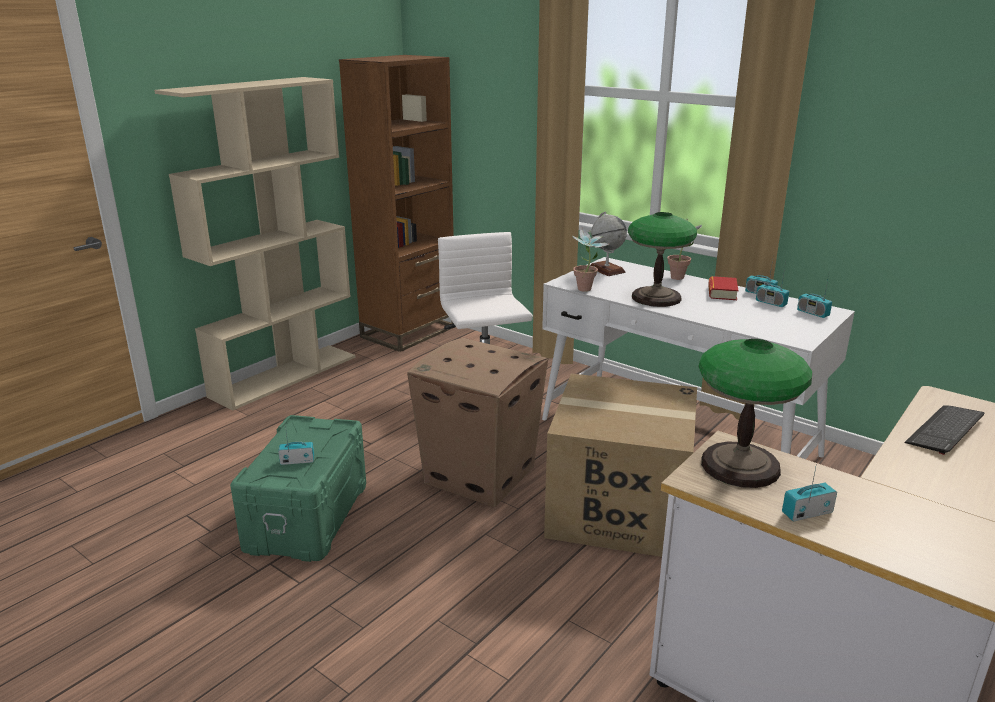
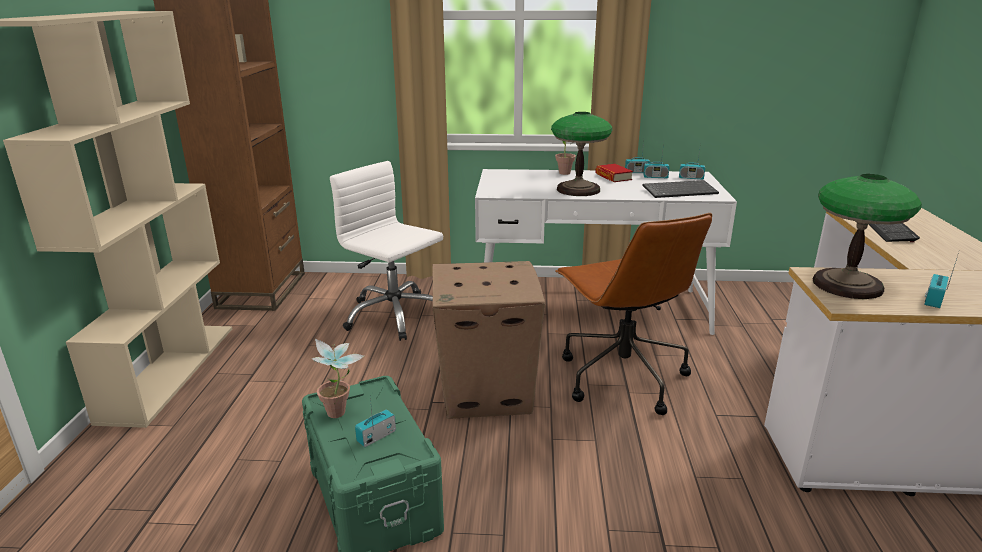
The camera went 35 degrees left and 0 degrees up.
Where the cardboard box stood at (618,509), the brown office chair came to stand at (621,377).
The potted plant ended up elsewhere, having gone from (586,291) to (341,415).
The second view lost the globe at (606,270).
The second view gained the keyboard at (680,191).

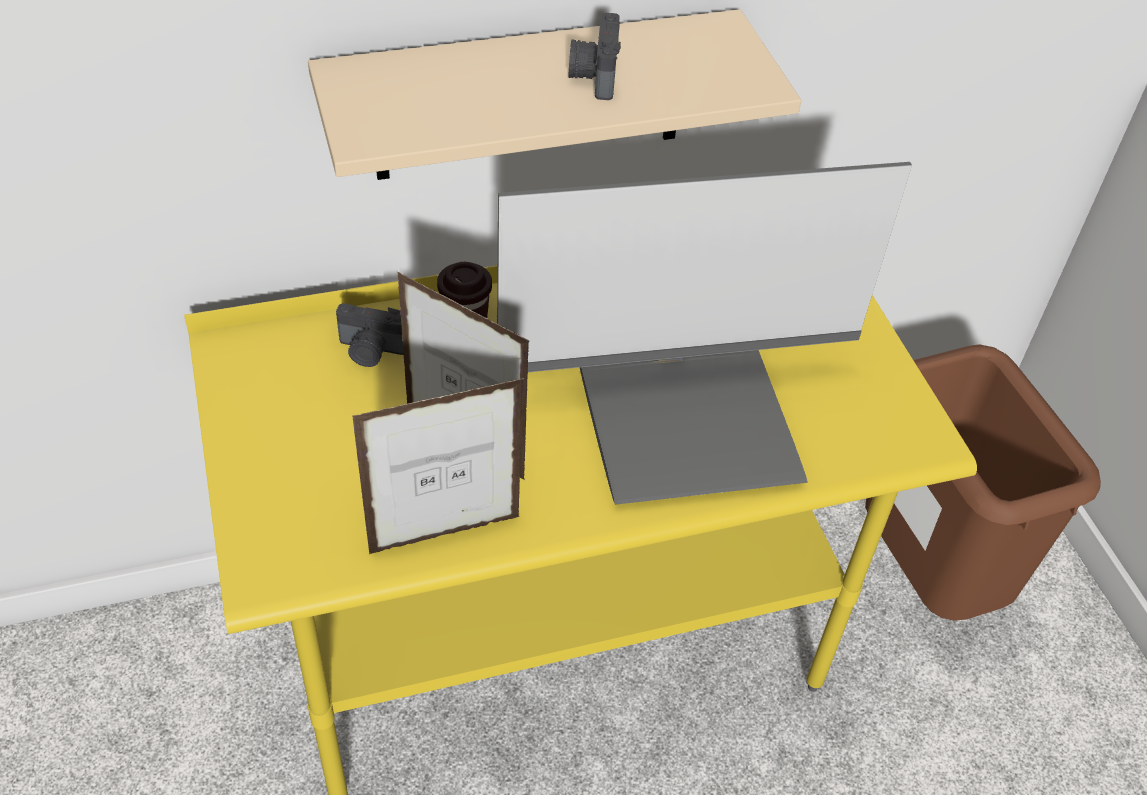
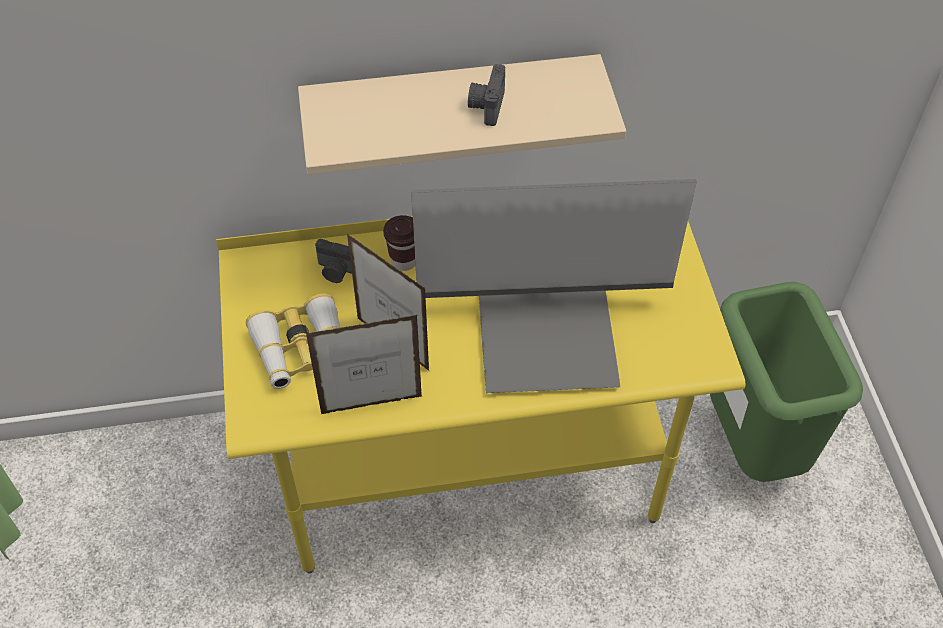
The camera went 10 degrees right and 5 degrees up.
What was the brown trash can at (927,578) turned into the green trash can at (754,447).
The second view gained the binoculars at (302,350).

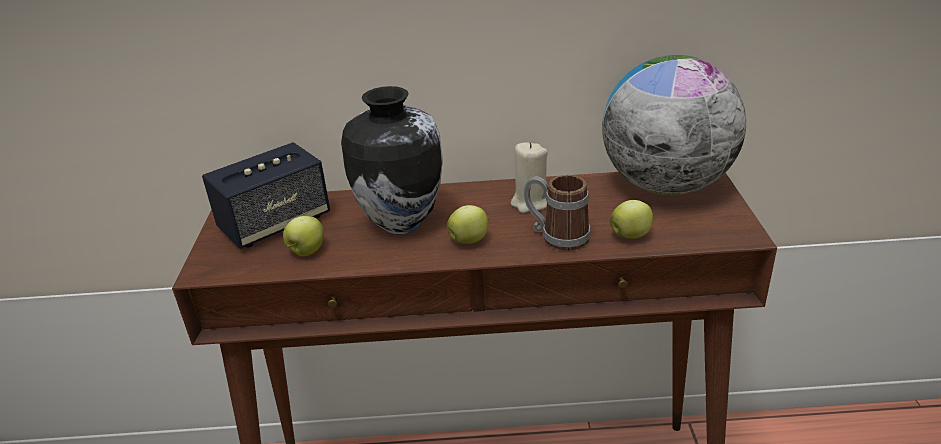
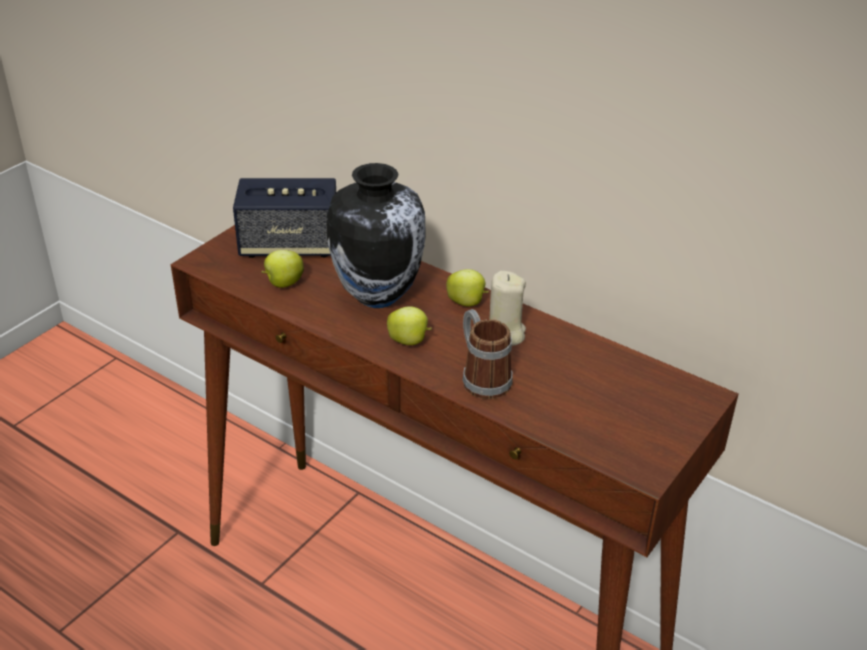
The camera went 35 degrees right and 5 degrees up.
The second view lost the globe at (666,185).
The apple ended up elsewhere, having gone from (631,235) to (467,303).

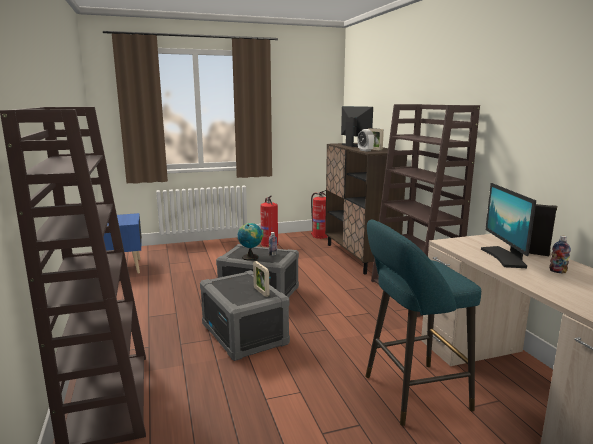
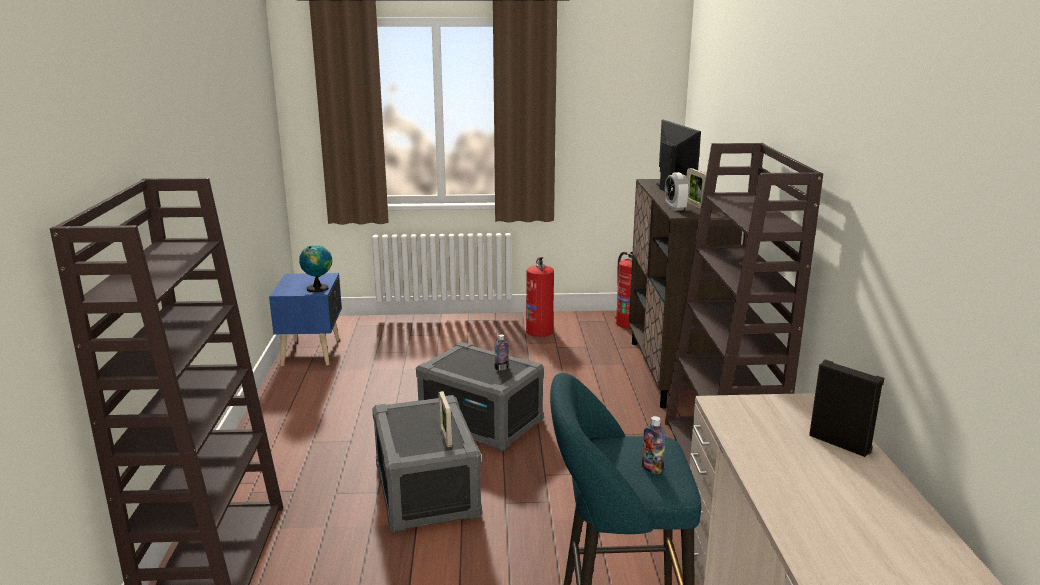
The camera went 15 degrees right and 5 degrees up.
The globe ended up elsewhere, having gone from (250,257) to (318,288).
The second view lost the monitor at (504,257).
The bottle ended up elsewhere, having gone from (557,271) to (652,469).

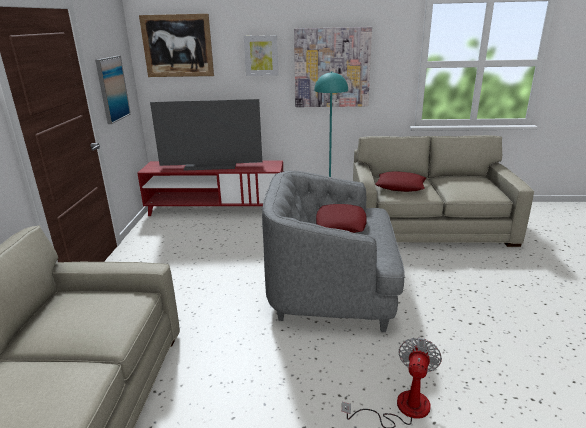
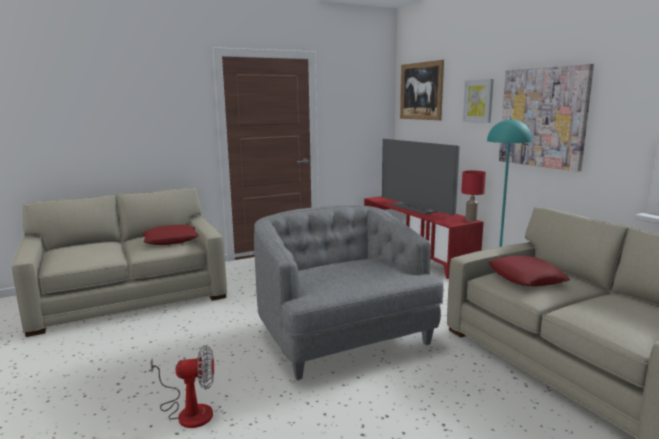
The camera went 60 degrees right and 10 degrees down.
The second view lost the picture at (112,89).
The red pillow ended up elsewhere, having gone from (340,224) to (171,240).
The second view gained the red table lamp at (471,220).

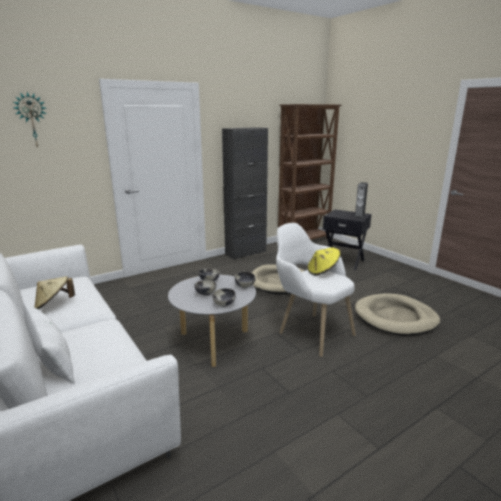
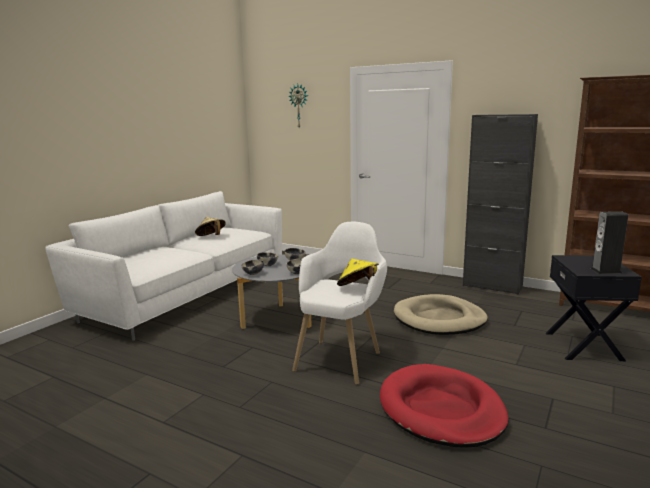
The camera went 65 degrees right and 5 degrees down.
The second view lost the white pillow at (52,359).
What was the beige dog bed at (395,318) turned into the red dog bed at (441,409).

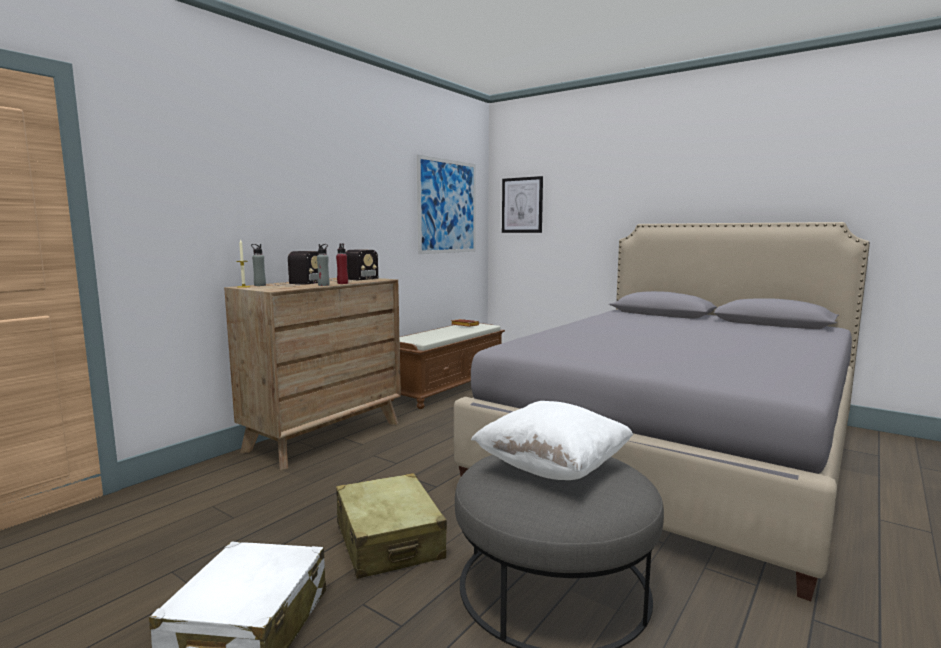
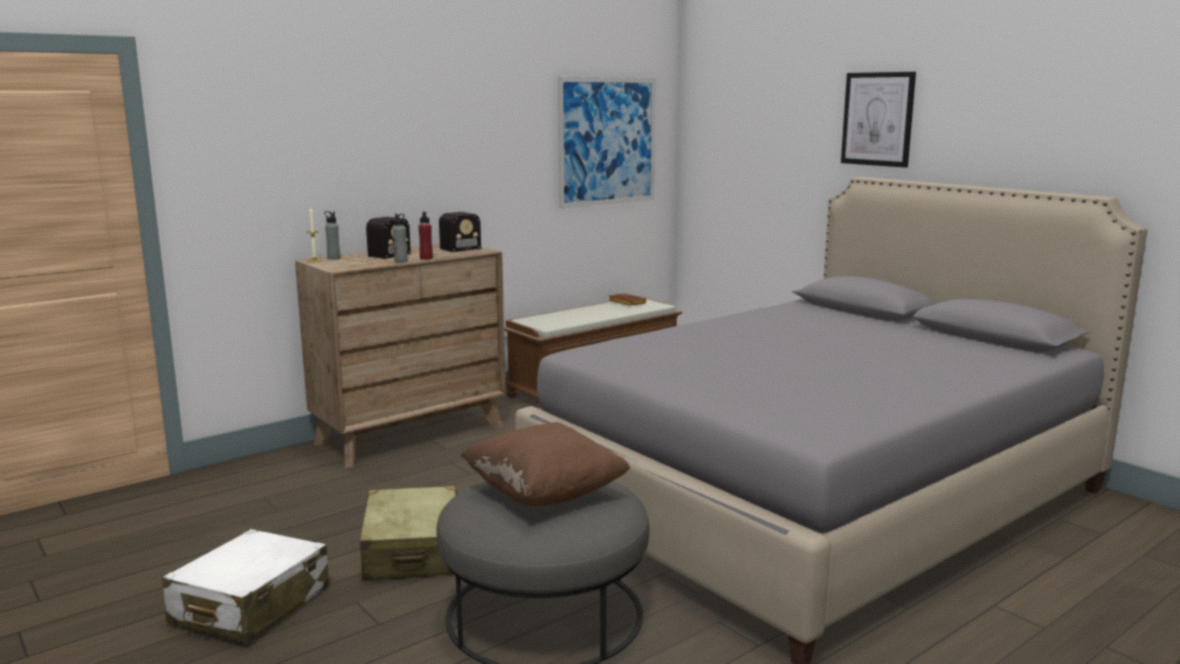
The camera went 15 degrees right and 5 degrees up.
What was the white pillow at (553,468) turned into the brown pillow at (545,494).
The picture ended up elsewhere, having gone from (522,205) to (877,119).

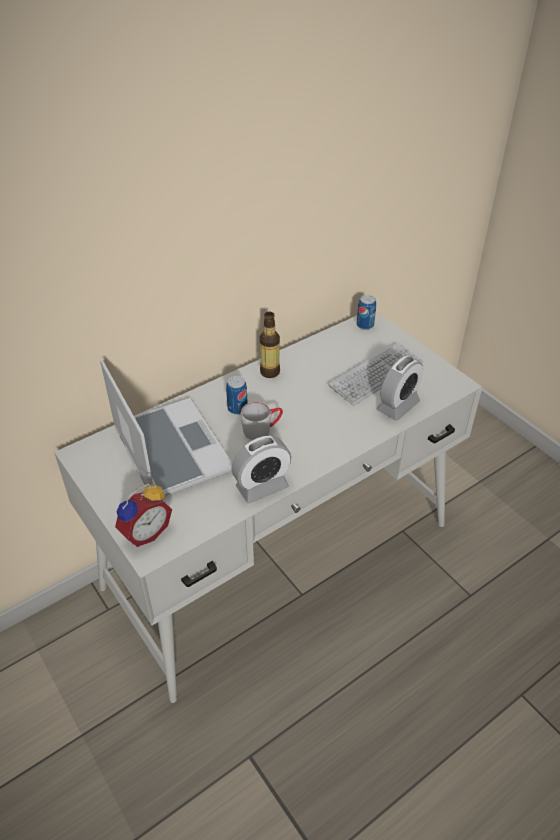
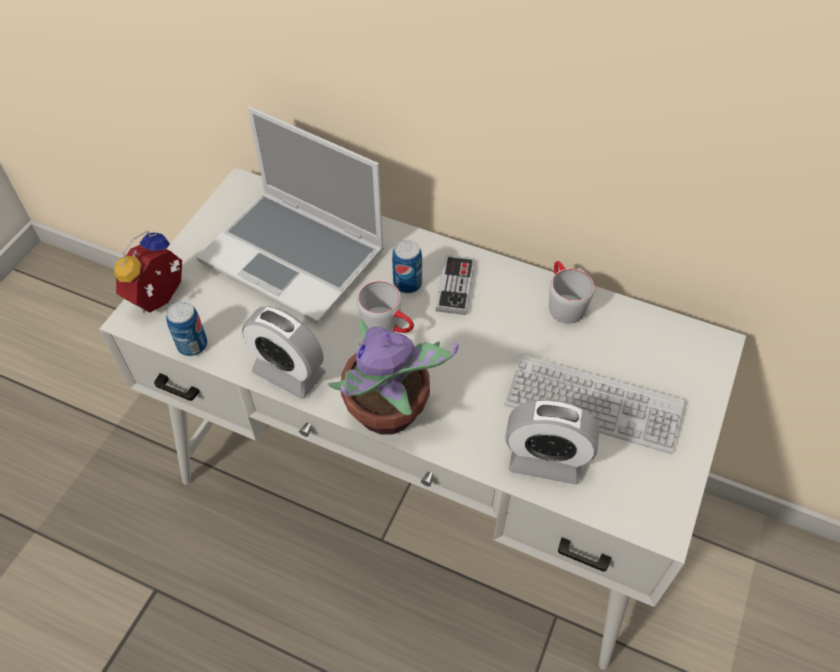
The camera went 60 degrees right and 10 degrees up.
The laptop at (170,450) ended up facing another way, 90 degrees clockwise from before.
The alarm clock at (145,532) ended up facing another way, 105 degrees clockwise from before.
The second view lost the bottle at (270,372).
The can ended up elsewhere, having gone from (365,325) to (192,345).
The second view gained the potted plant at (388,413).
The second view gained the game controller at (455,286).
The second view gained the grey mug at (563,302).

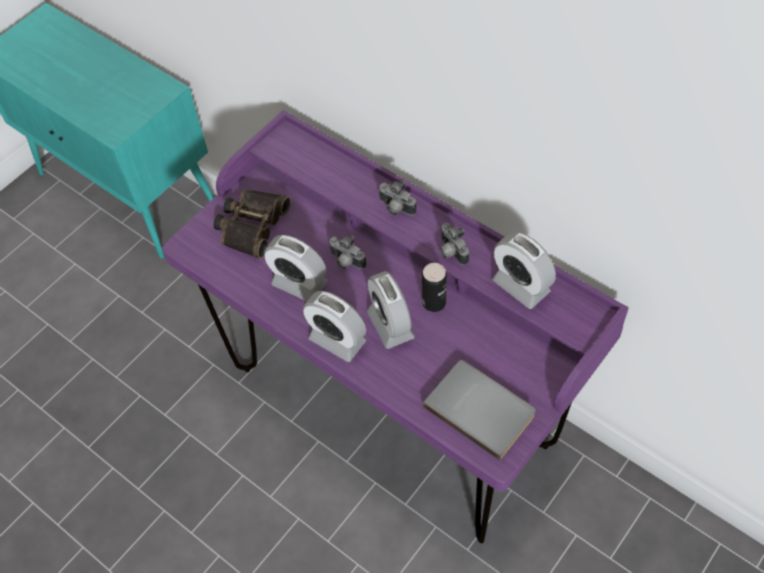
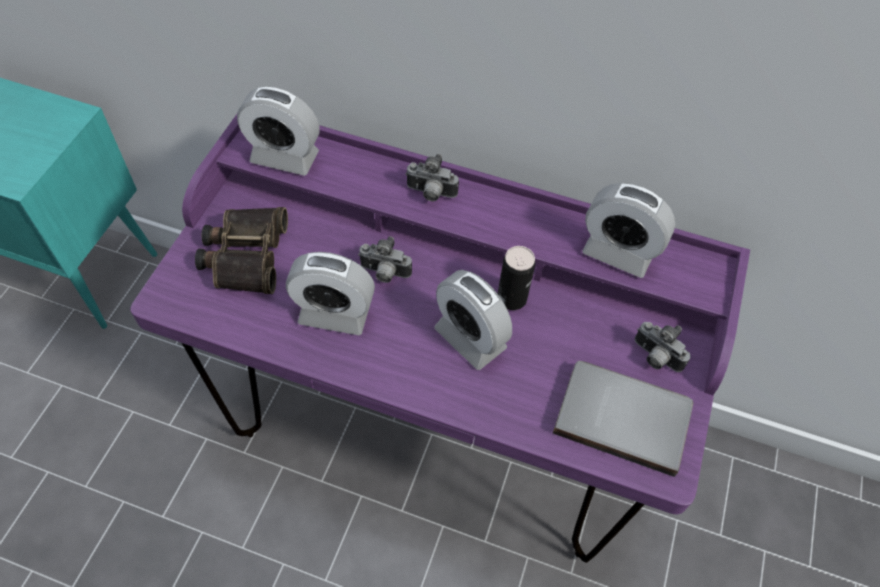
The camera went 25 degrees left and 0 degrees up.
The alarm clock ended up elsewhere, having gone from (337,340) to (284,157).
The photo camera ended up elsewhere, having gone from (450,252) to (655,358).

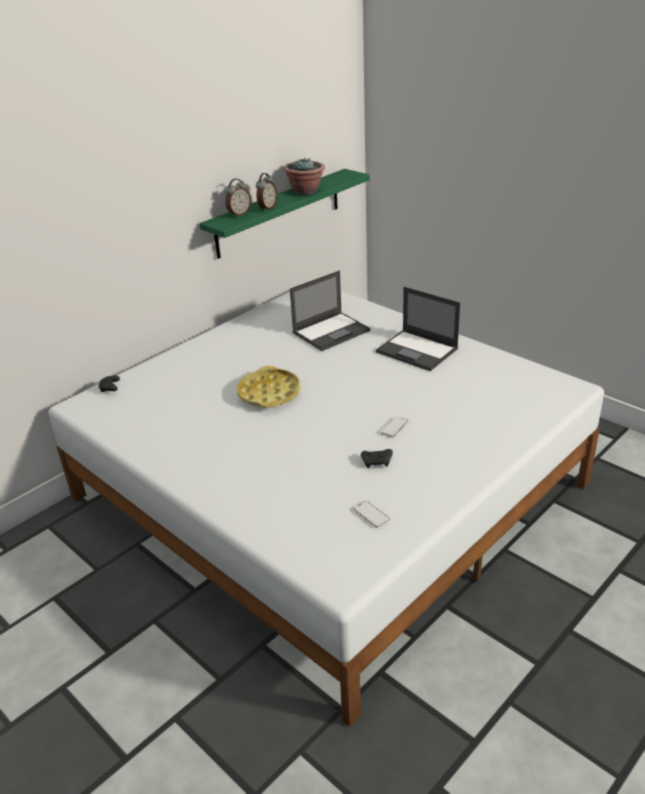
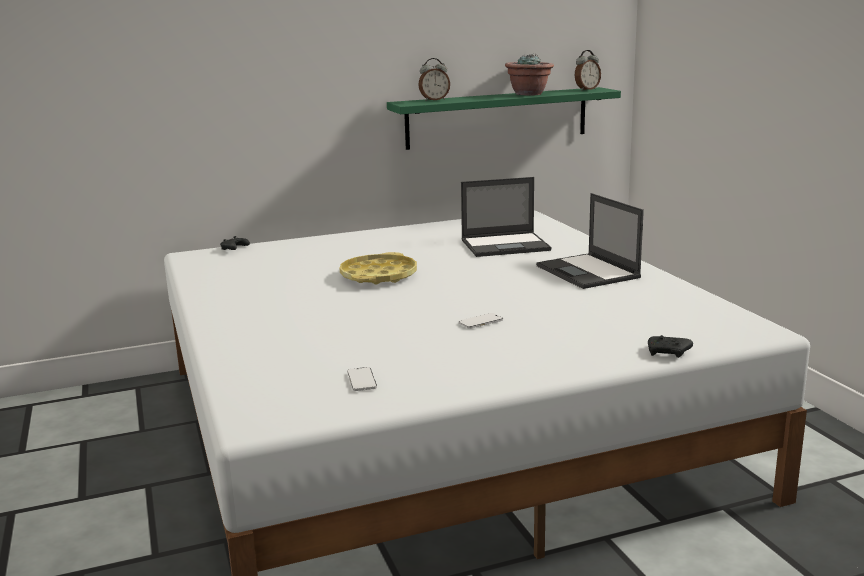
The camera went 25 degrees right and 15 degrees down.
The alarm clock ended up elsewhere, having gone from (267,208) to (586,89).
The black game controller ended up elsewhere, having gone from (377,462) to (668,353).

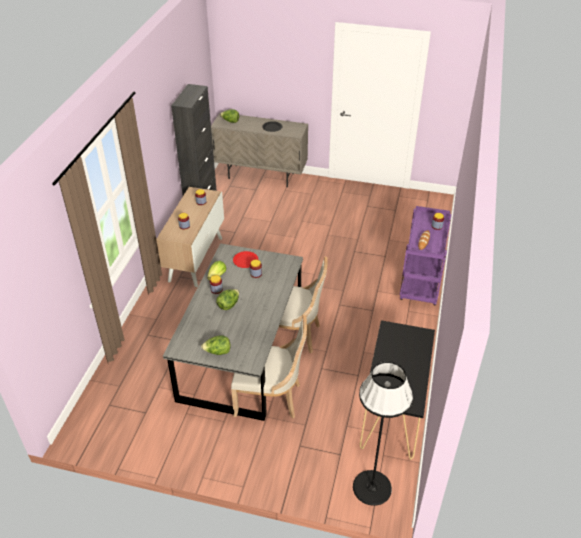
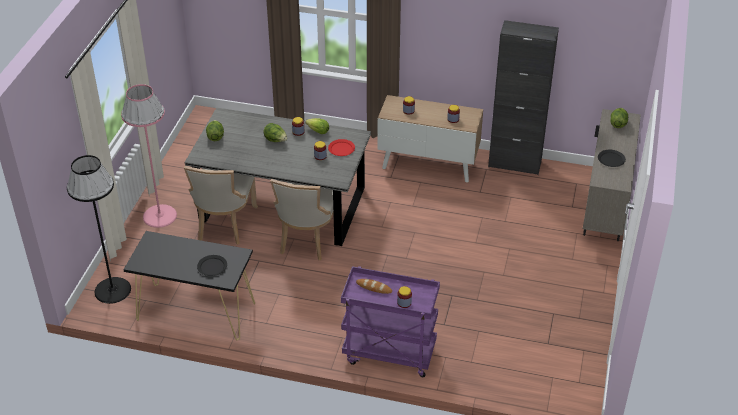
The camera went 90 degrees right and 0 degrees up.
The second view gained the pink floor lamp at (159,216).
The second view gained the black plate at (212,267).

